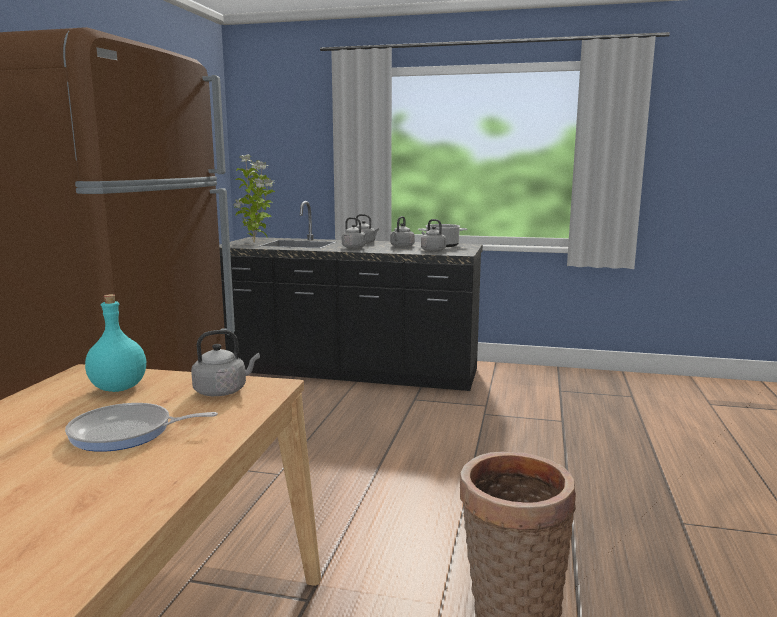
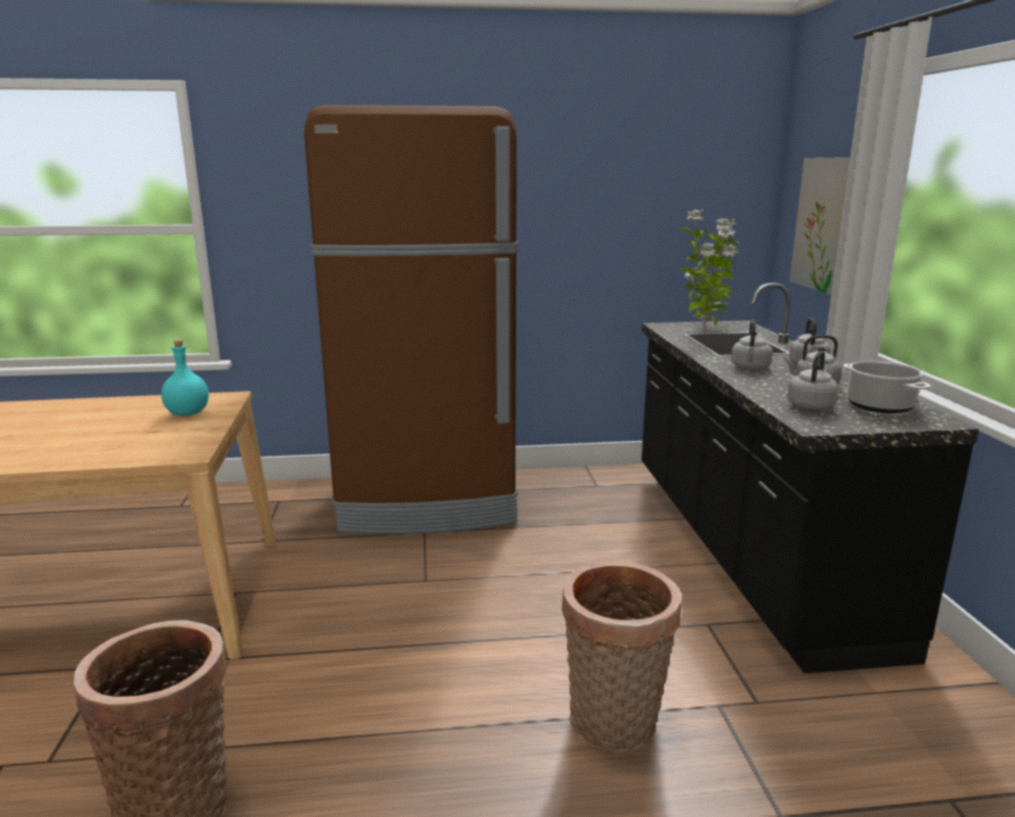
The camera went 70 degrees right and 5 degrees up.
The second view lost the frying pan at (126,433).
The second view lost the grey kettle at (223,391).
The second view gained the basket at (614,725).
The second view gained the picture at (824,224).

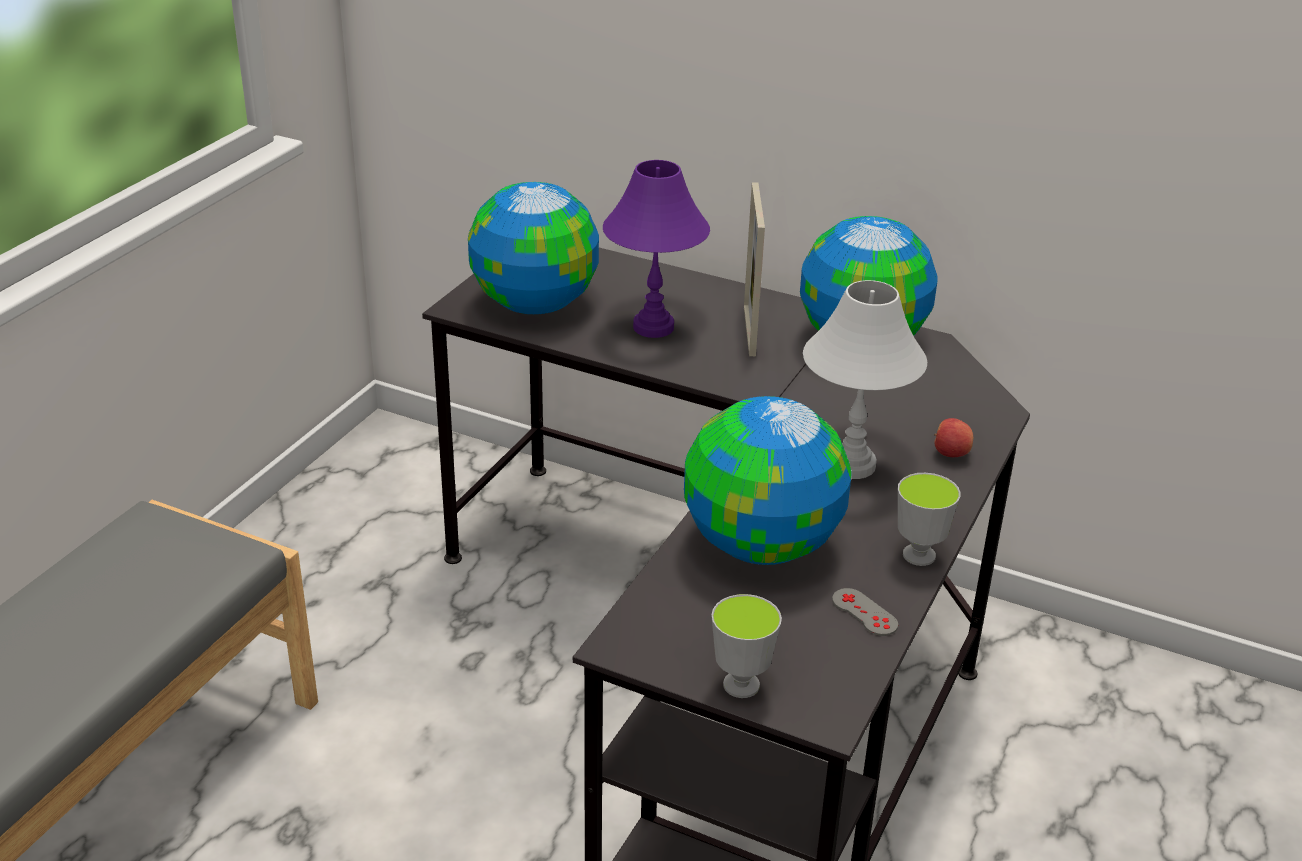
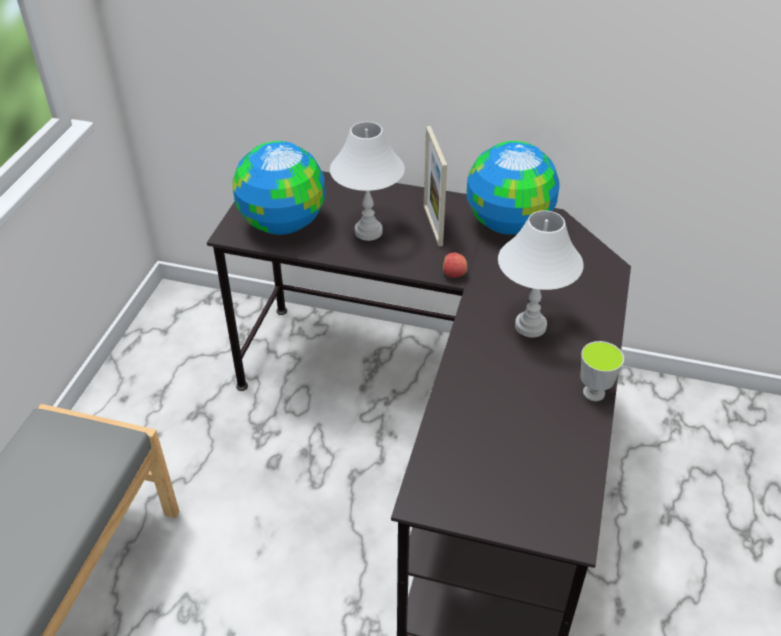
The camera went 10 degrees left and 10 degrees up.
What was the purple table lamp at (654,327) turned into the white table lamp at (369,232).
The second view lost the globe at (760,546).
The second view lost the cup at (741,685).
The second view lost the grey game controller at (864,612).
The apple ended up elsewhere, having gone from (950,453) to (454,274).

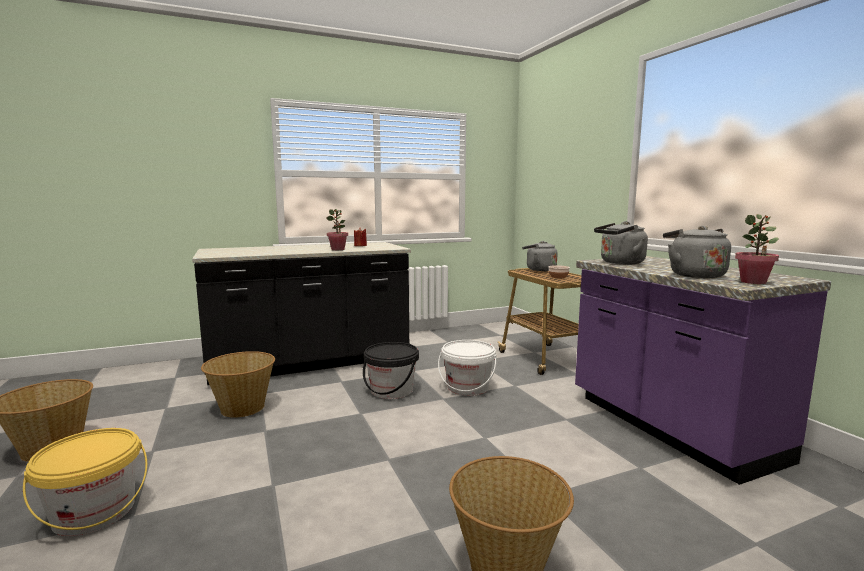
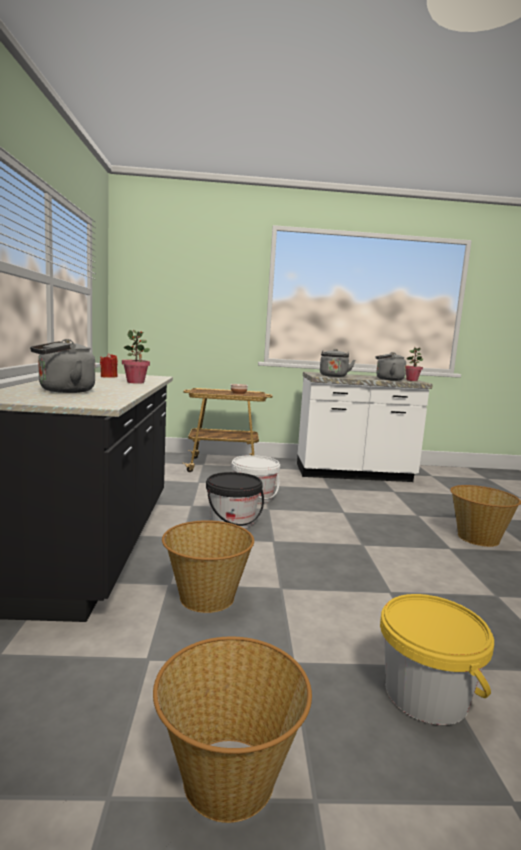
The camera went 70 degrees left and 0 degrees up.
The grey kettle ended up elsewhere, having gone from (539,269) to (63,391).
What was the purple counter at (669,428) turned into the white counter at (354,474).

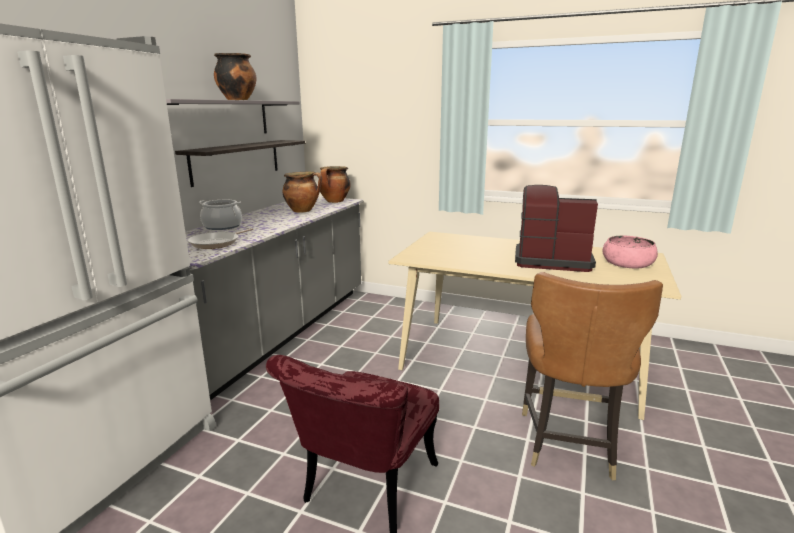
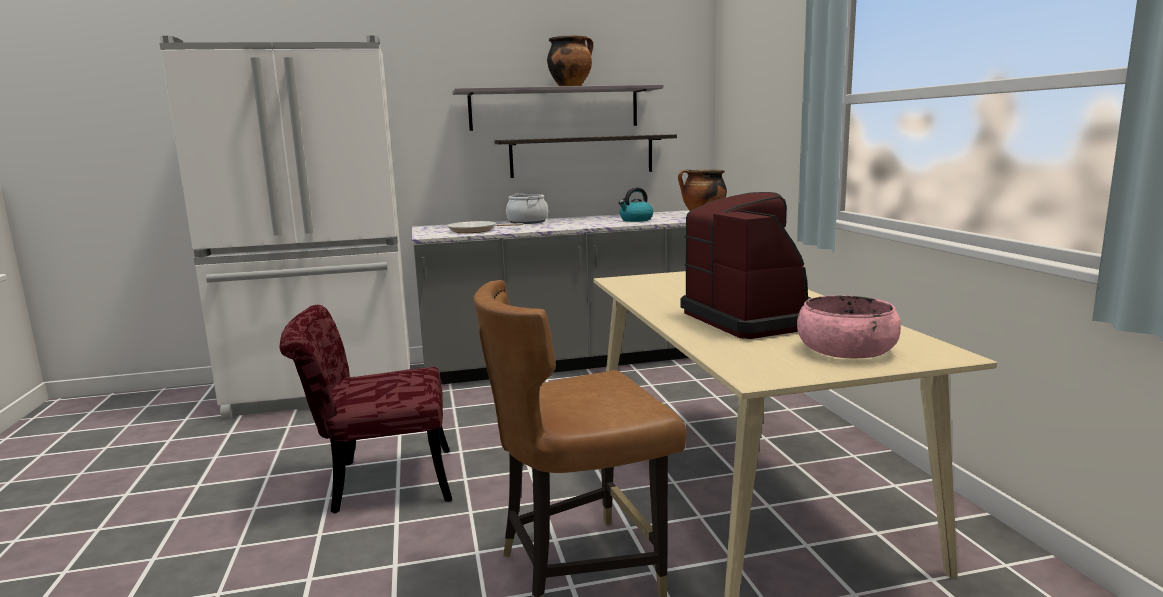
The camera went 55 degrees right and 5 degrees down.
Where the cooking pot stood at (303,211), the kettle came to stand at (636,220).

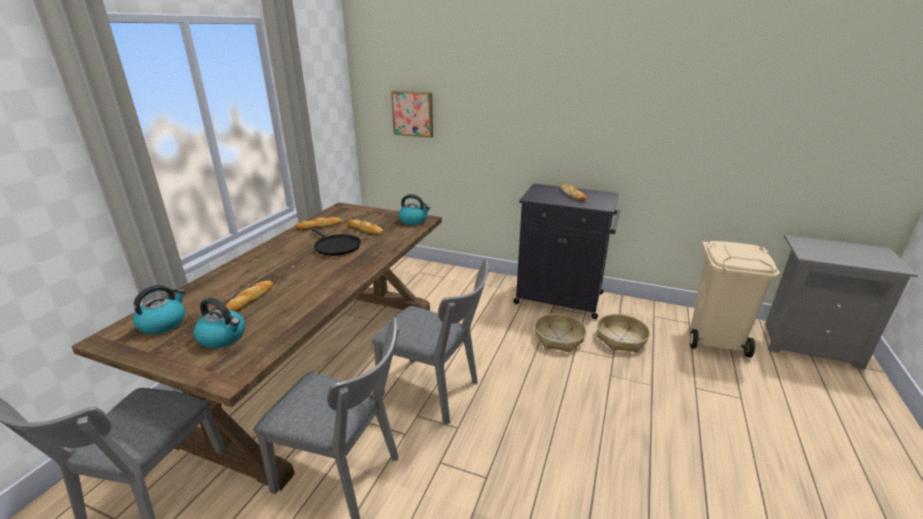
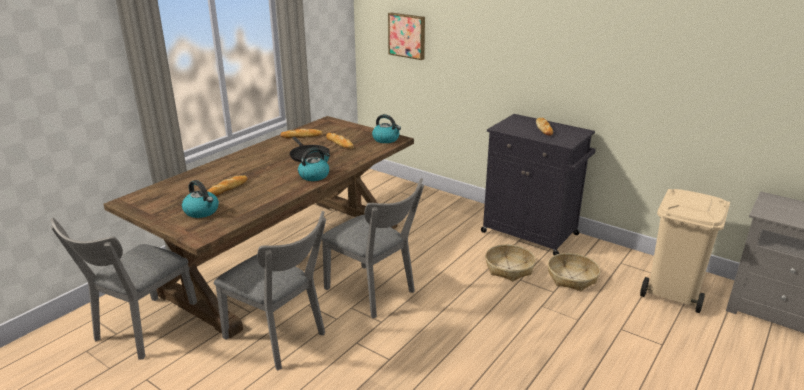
The camera went 15 degrees right and 0 degrees up.
The kettle ended up elsewhere, having gone from (163,323) to (314,175).

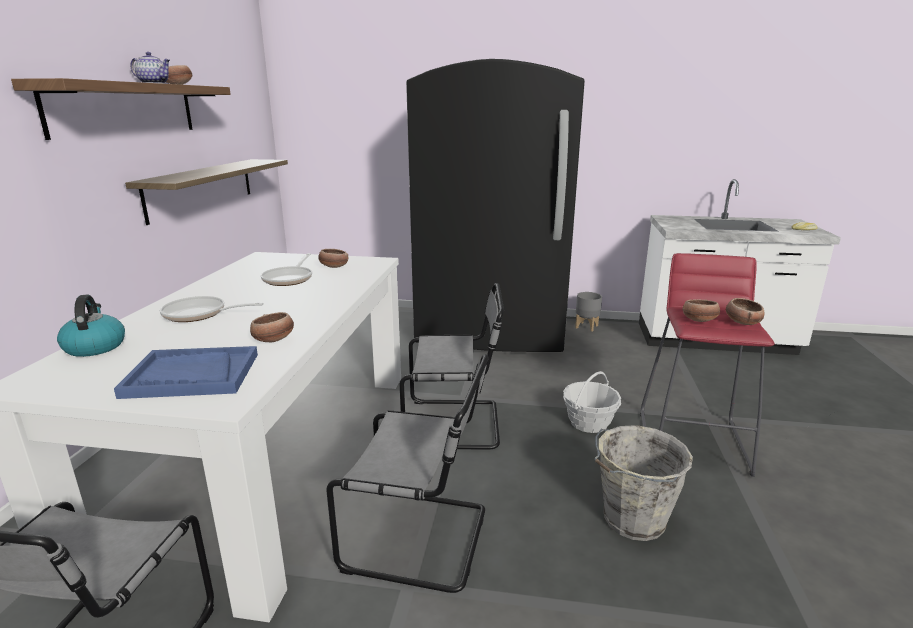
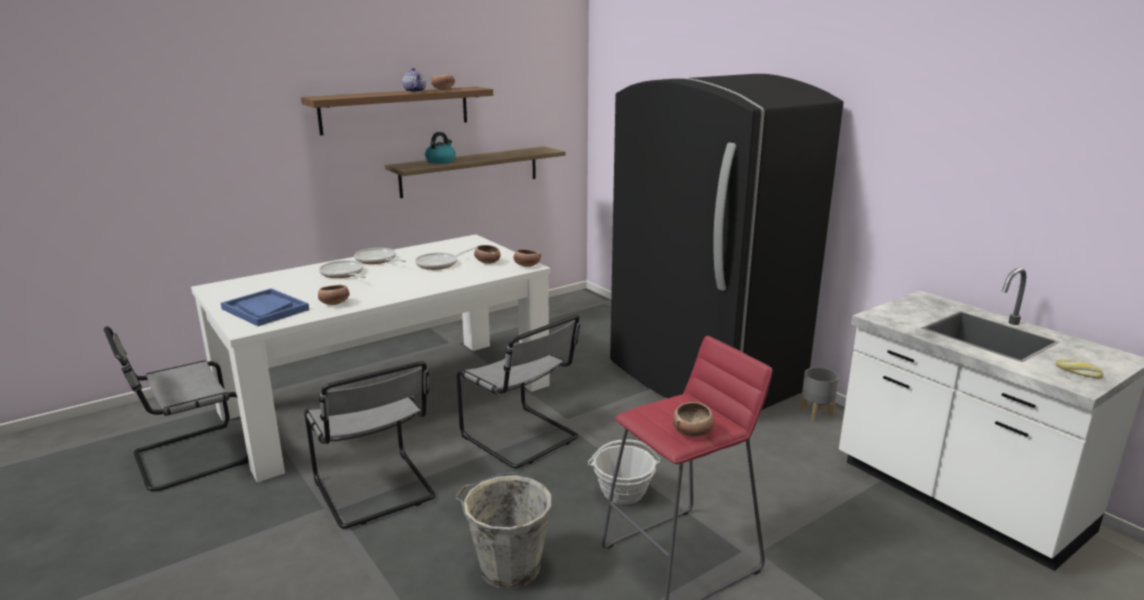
The camera went 45 degrees right and 0 degrees up.
The kettle ended up elsewhere, having gone from (95,346) to (440,161).
The bowl ended up elsewhere, having gone from (699,321) to (526,266).
The second view gained the frying pan at (377,260).

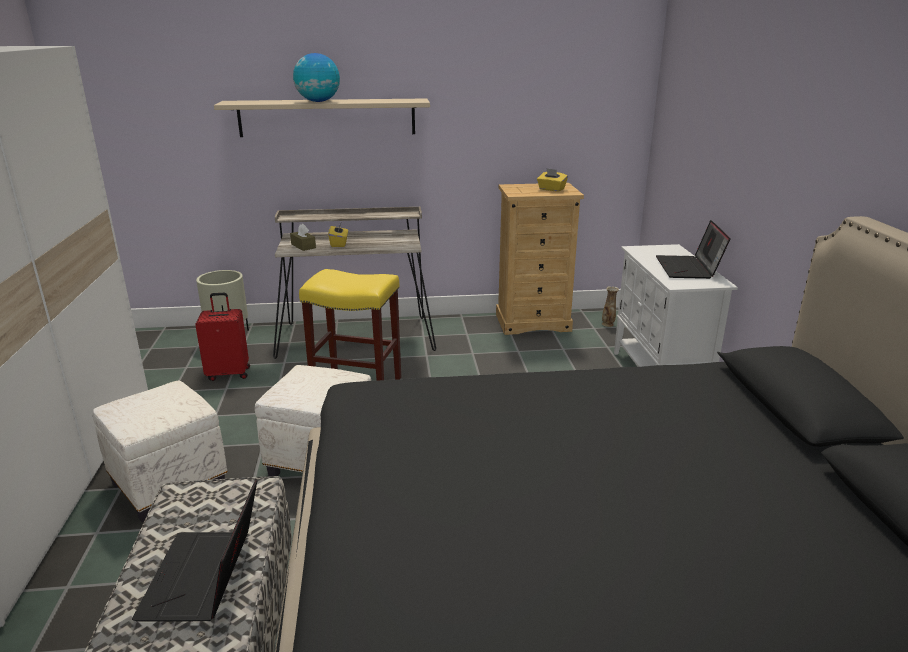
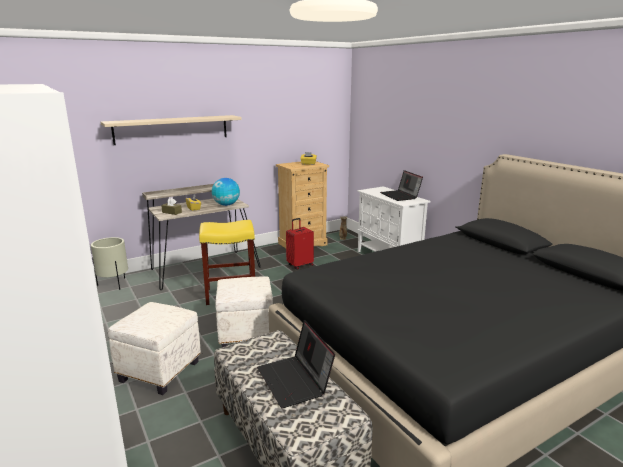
The camera went 25 degrees left and 5 degrees down.
The red suitcase ended up elsewhere, having gone from (229,373) to (300,265).
The globe ended up elsewhere, having gone from (318,101) to (226,205).

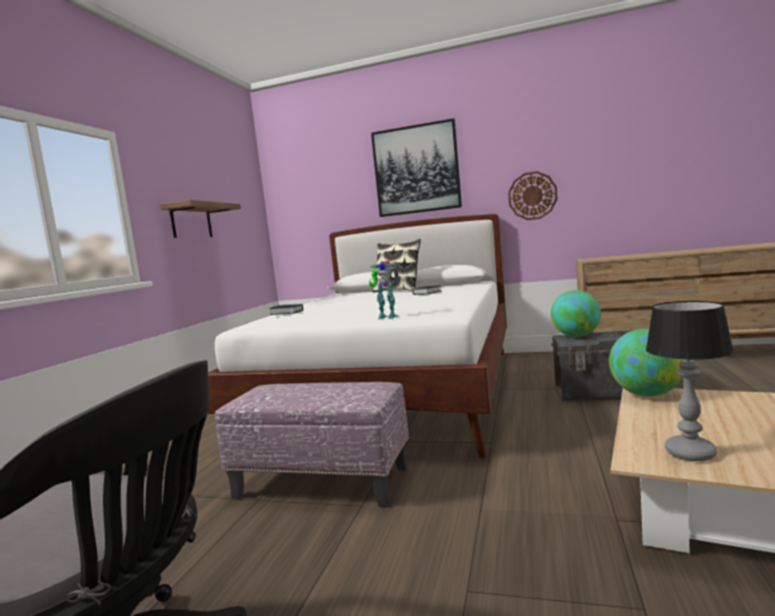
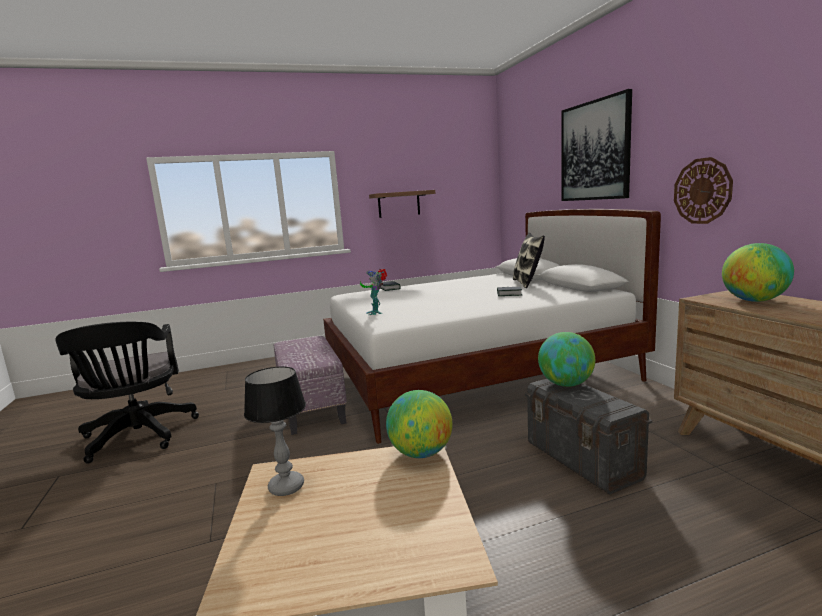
The camera went 55 degrees right and 5 degrees up.
The second view gained the globe at (754,301).

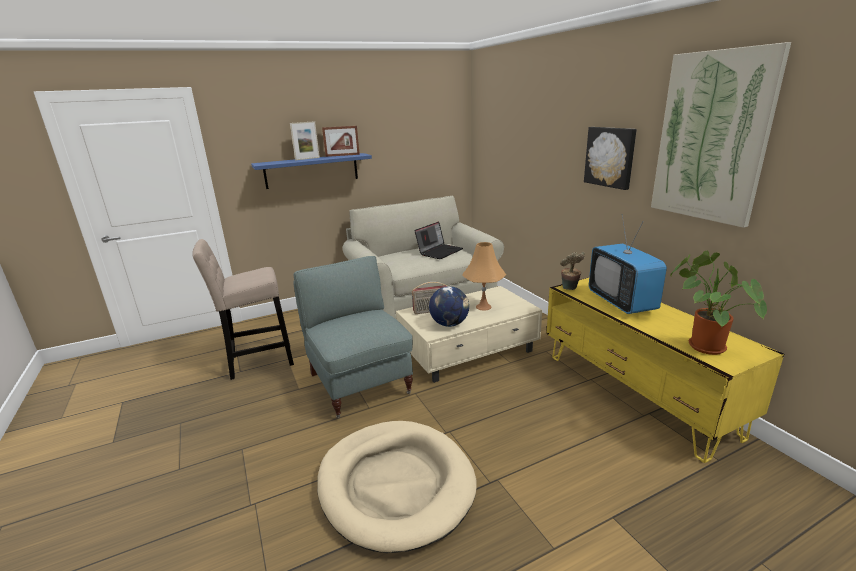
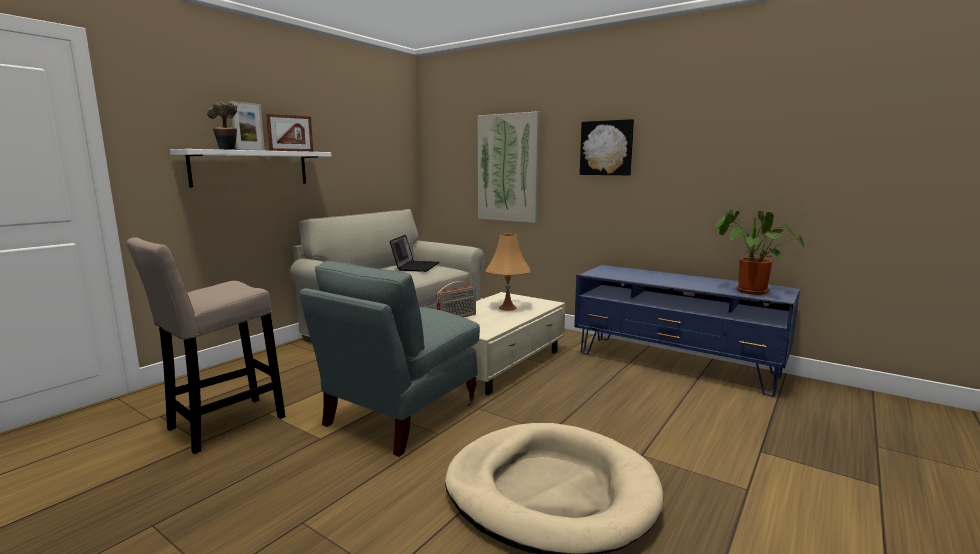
The camera went 30 degrees left and 10 degrees down.
What was the blue shelf at (312,170) turned into the white shelf at (251,168).
The grey armchair at (359,383) ended up facing another way, 90 degrees counterclockwise from before.
The second view lost the globe at (449,324).
What was the yellow tv stand at (635,393) turned into the blue tv stand at (675,364).
The potted plant ended up elsewhere, having gone from (570,289) to (227,149).
The second view lost the television at (621,302).
The picture ended up elsewhere, having gone from (711,137) to (508,168).

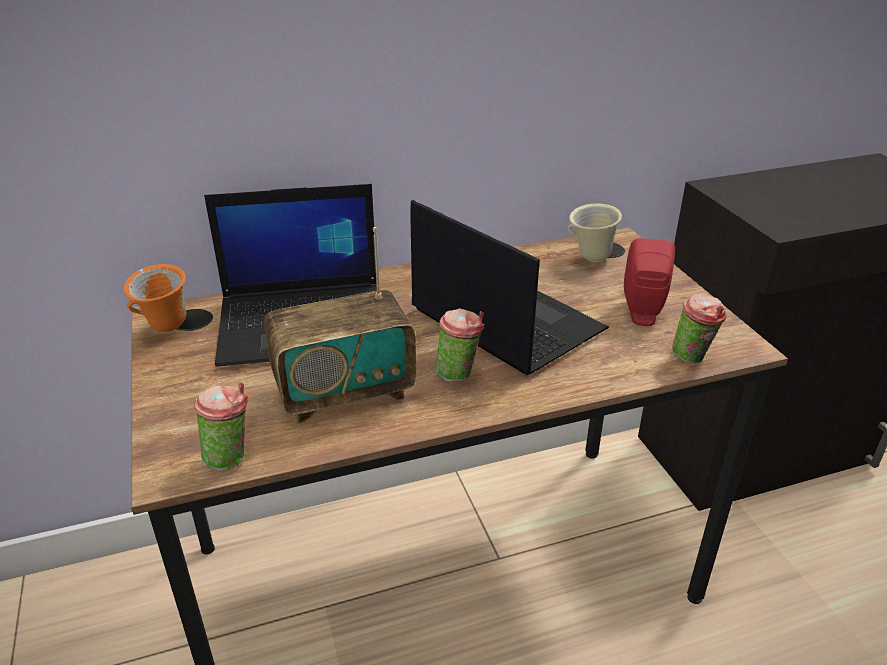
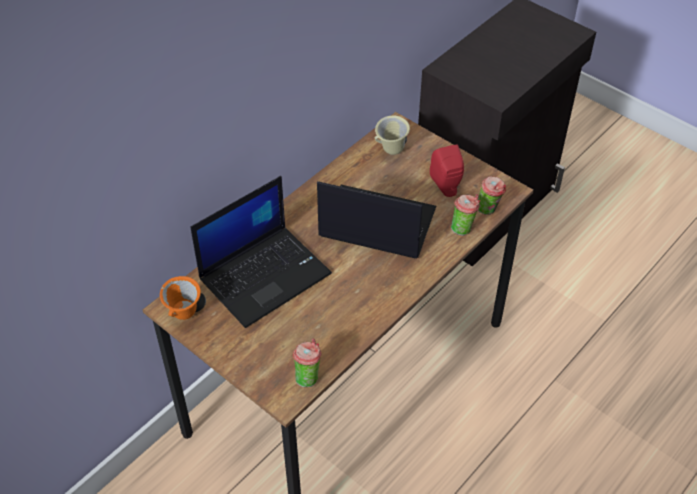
The camera went 30 degrees left and 15 degrees up.
The second view lost the radio at (344,393).
The cup ended up elsewhere, having gone from (459,374) to (463,228).

